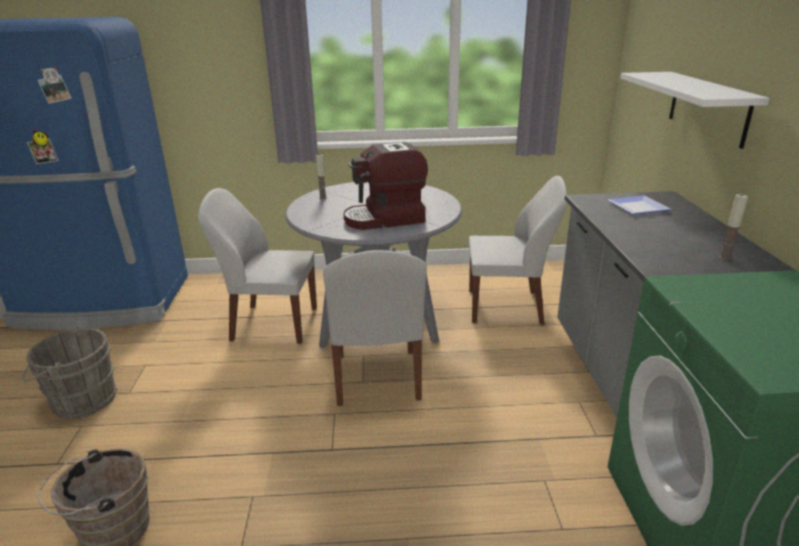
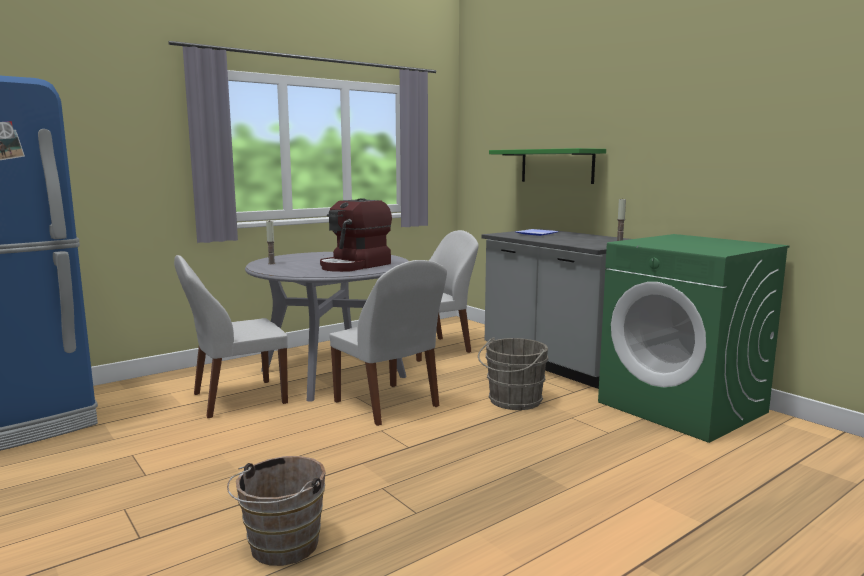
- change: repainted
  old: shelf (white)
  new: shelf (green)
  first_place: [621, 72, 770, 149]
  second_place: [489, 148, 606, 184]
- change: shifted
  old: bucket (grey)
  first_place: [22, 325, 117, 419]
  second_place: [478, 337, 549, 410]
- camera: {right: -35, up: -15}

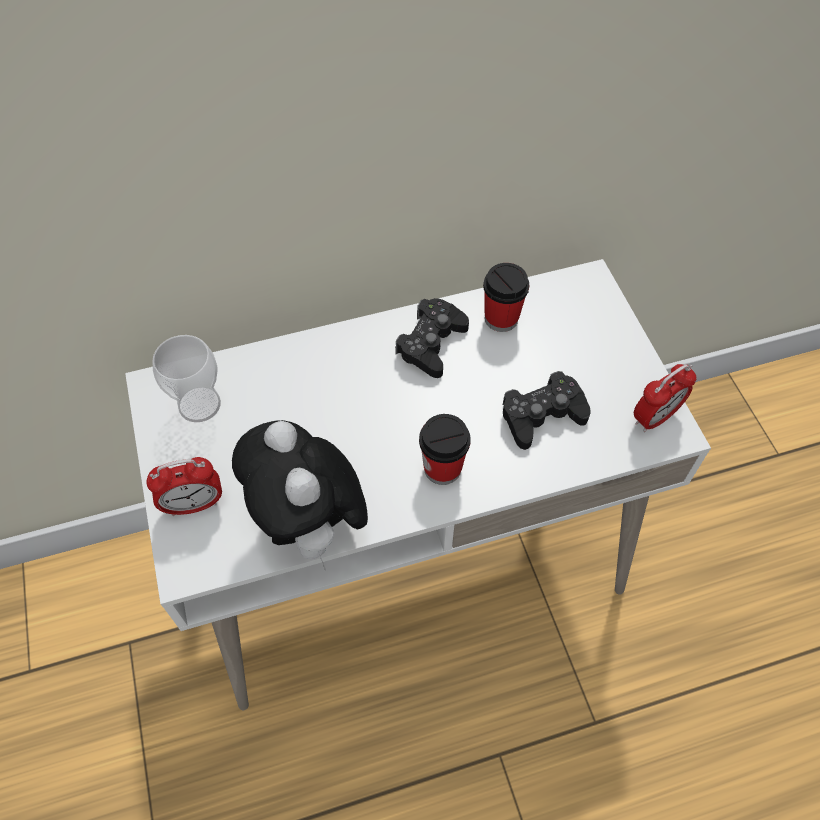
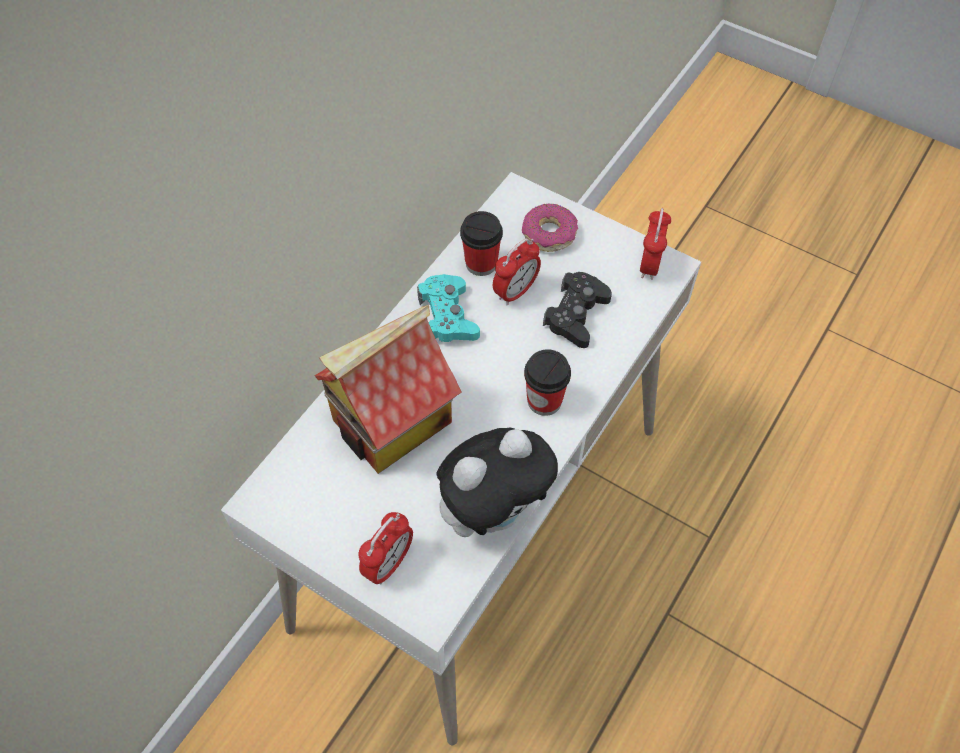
- change: repainted
  old: game controller (black)
  new: game controller (turquoise)
  first_place: [395, 298, 469, 378]
  second_place: [417, 274, 480, 342]
- change: gone
  old: cup
  first_place: [152, 335, 221, 422]
- change: rotated
  old: plush toy
  first_place: [232, 420, 368, 570]
  second_place: [436, 427, 558, 537]
  degrees: -60
- change: new
  new: donut
  second_place: [522, 203, 578, 252]
- change: new
  new: alarm clock
  second_place: [493, 238, 541, 306]
- change: new
  new: toy house
  second_place: [315, 305, 462, 474]
- camera: {right: -40, up: 0}

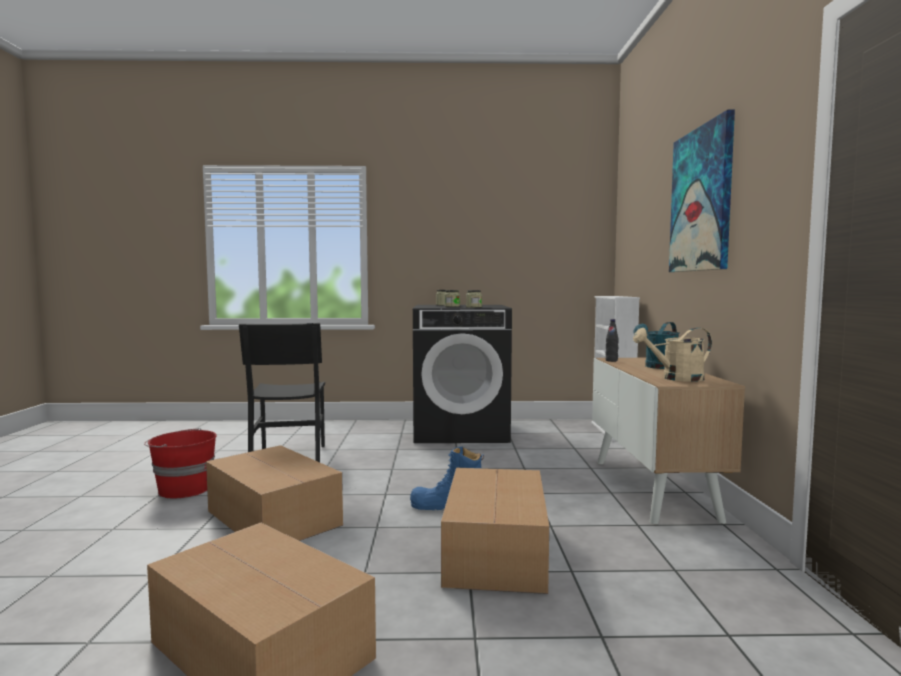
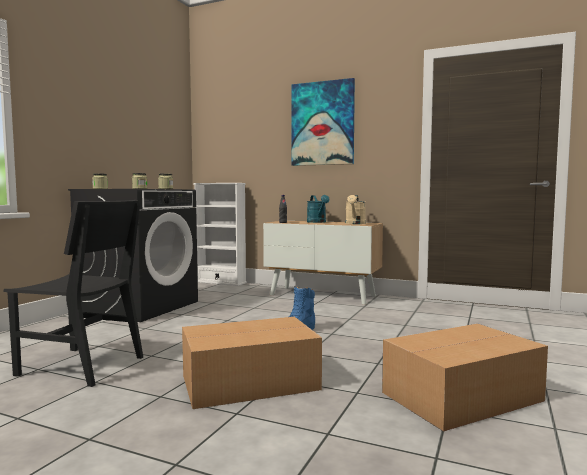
- change: gone
  old: bucket (red)
  first_place: [144, 428, 217, 498]
- change: gone
  old: cardboard box
  first_place: [441, 468, 549, 594]
- camera: {right: -65, up: 0}

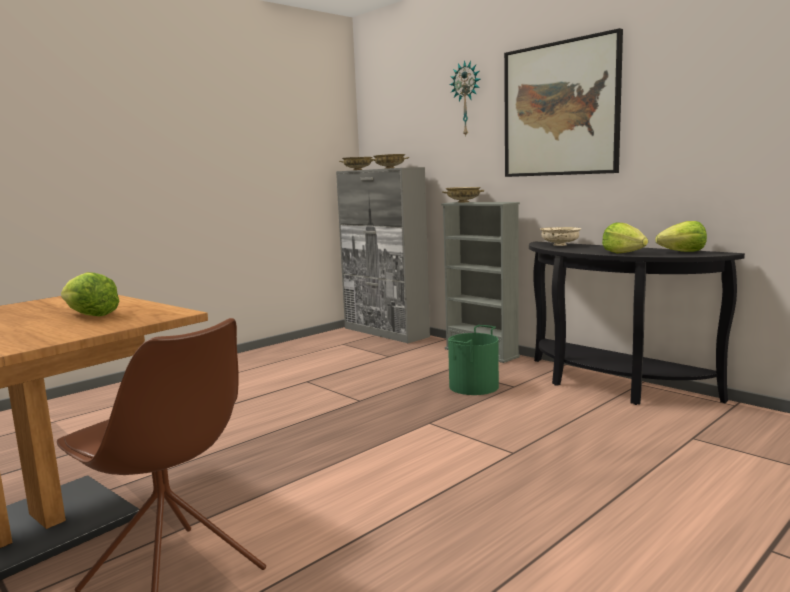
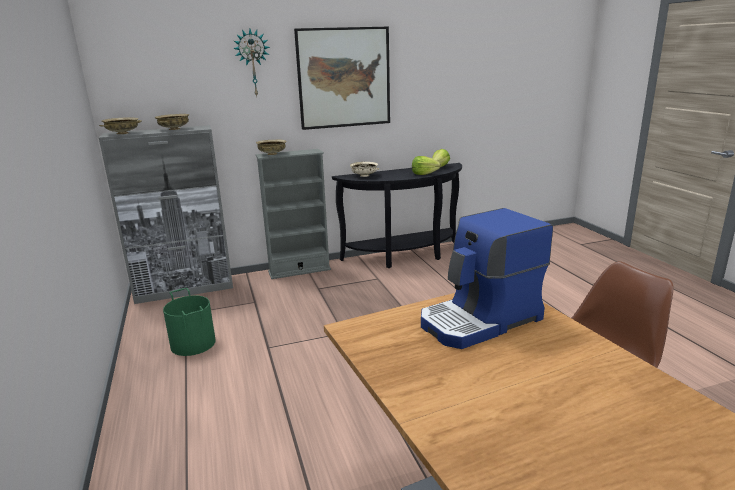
- change: swapped
  old: lettuce
  new: coffee machine
  first_place: [61, 272, 120, 316]
  second_place: [421, 208, 553, 349]
- change: shifted
  old: bucket (green)
  first_place: [448, 325, 499, 395]
  second_place: [163, 288, 216, 356]
- camera: {right: -65, up: 10}

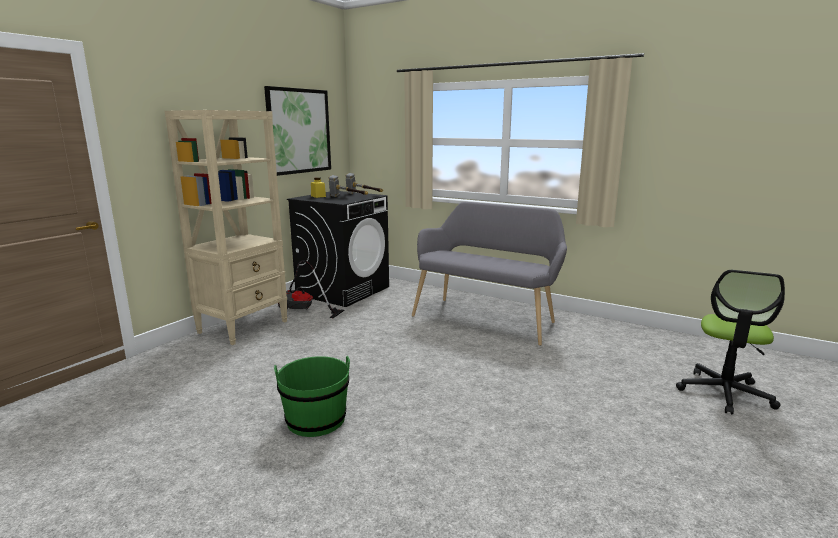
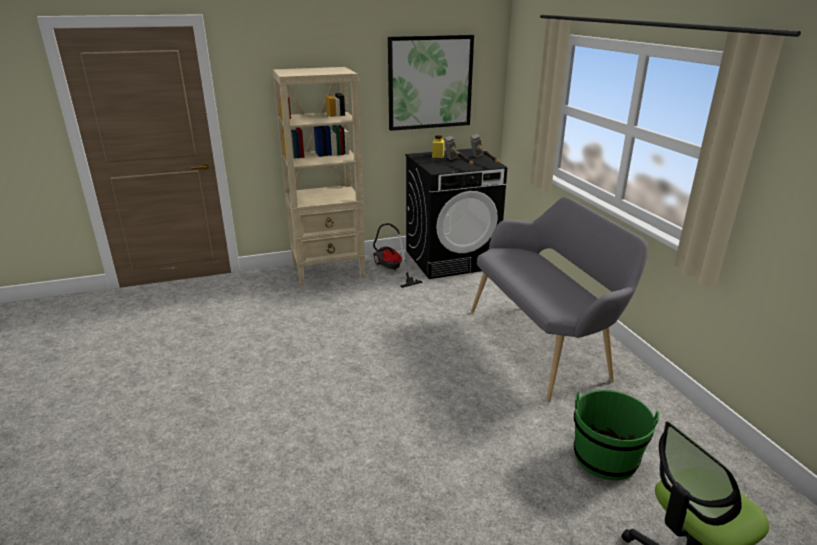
- change: shifted
  old: bucket (green)
  first_place: [274, 356, 350, 437]
  second_place: [574, 390, 659, 481]
- camera: {right: 40, up: 10}

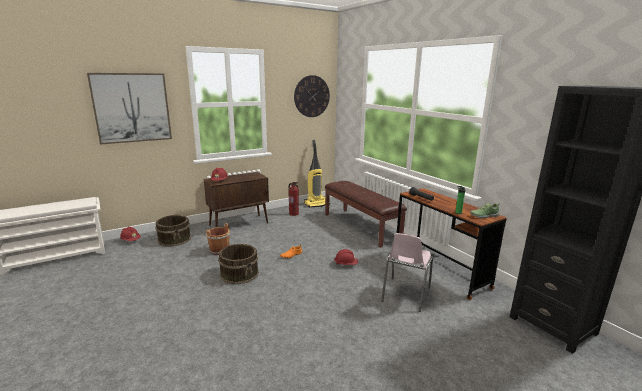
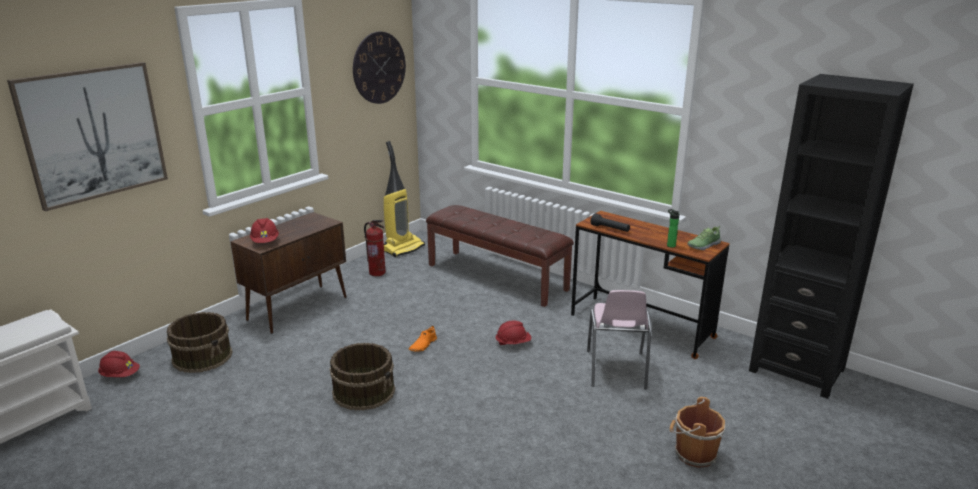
- change: shifted
  old: bucket (brown)
  first_place: [204, 223, 230, 255]
  second_place: [670, 397, 726, 468]
- camera: {right: -20, up: 5}

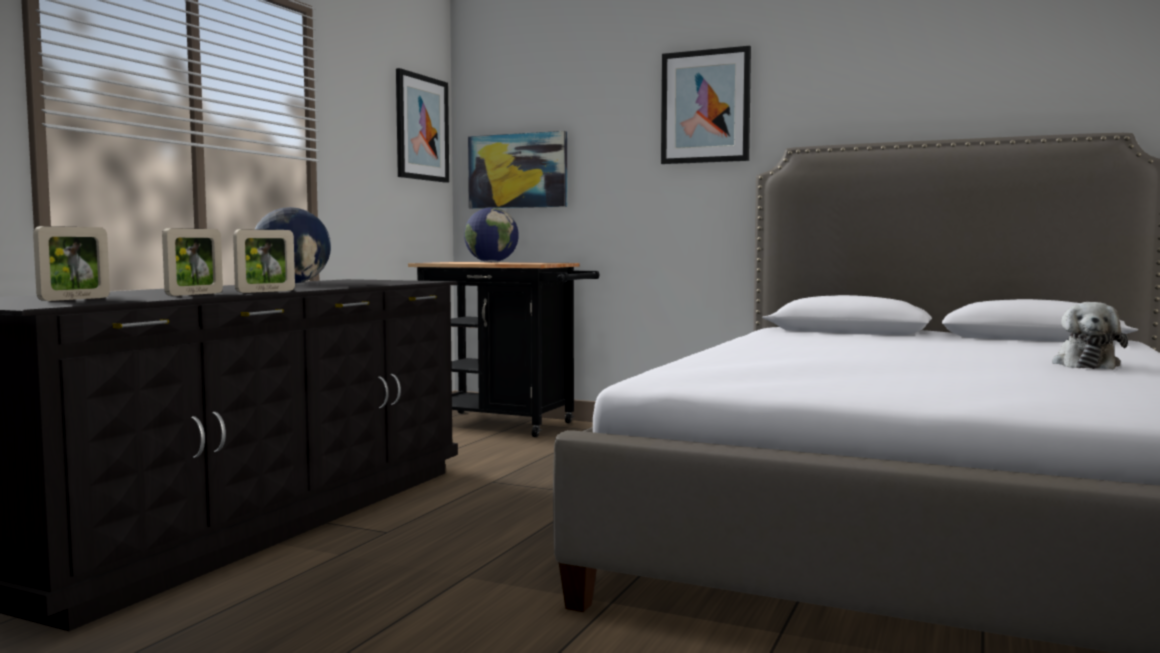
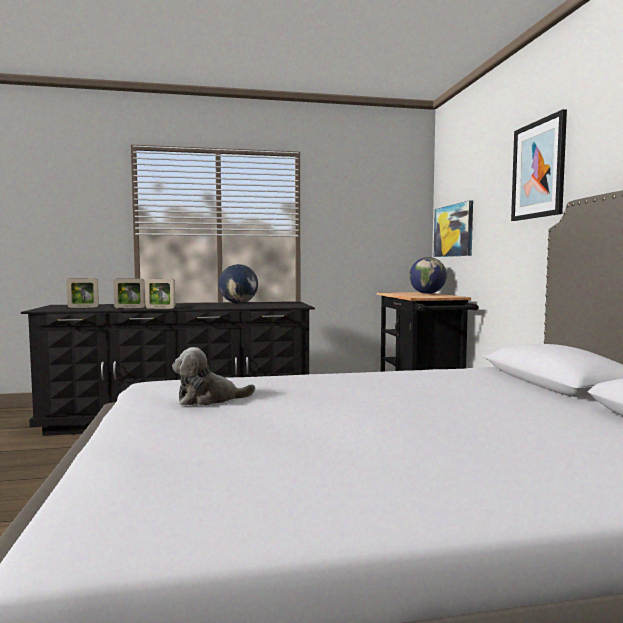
- change: gone
  old: picture
  first_place: [396, 68, 449, 183]
- change: shifted
  old: plush toy
  first_place: [1052, 302, 1128, 370]
  second_place: [172, 347, 255, 406]
- camera: {right: 55, up: 0}

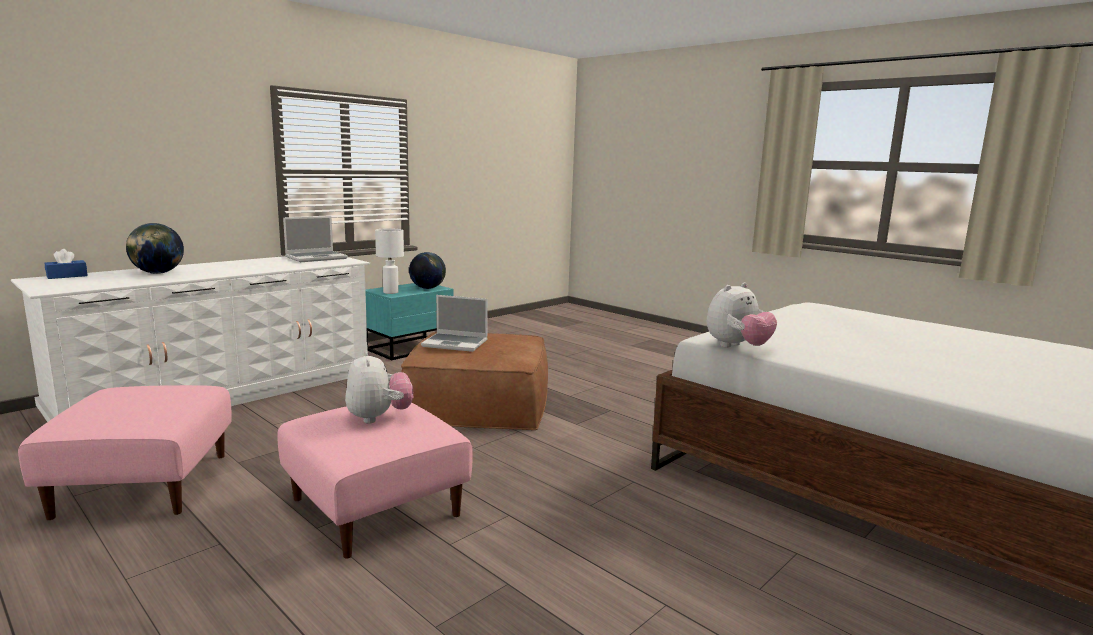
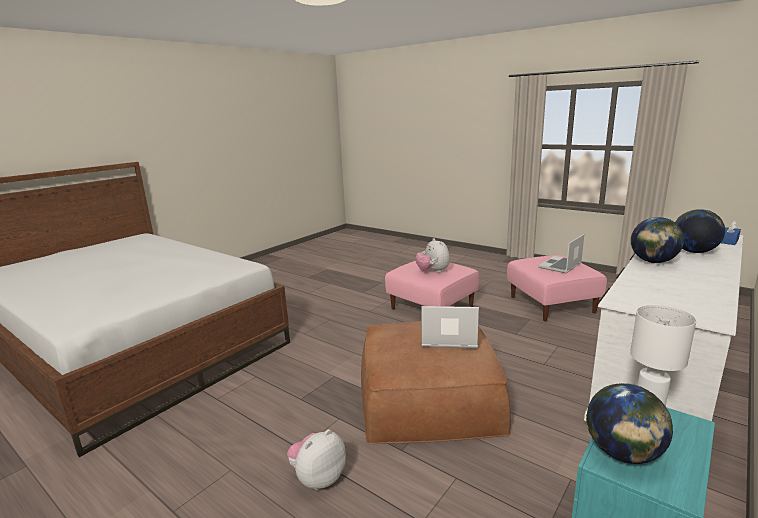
- change: shifted
  old: laptop
  first_place: [283, 216, 348, 262]
  second_place: [538, 234, 584, 273]
- change: shifted
  old: plush toy
  first_place: [707, 283, 777, 348]
  second_place: [287, 429, 346, 490]
- change: new
  new: globe
  second_place: [631, 217, 684, 263]
- camera: {right: 175, up: 5}

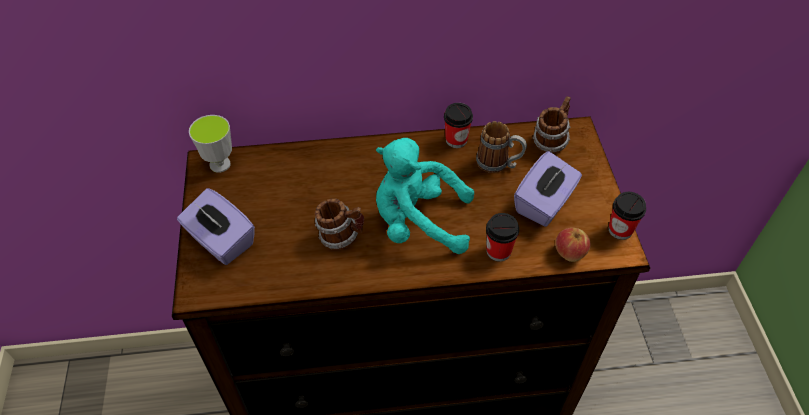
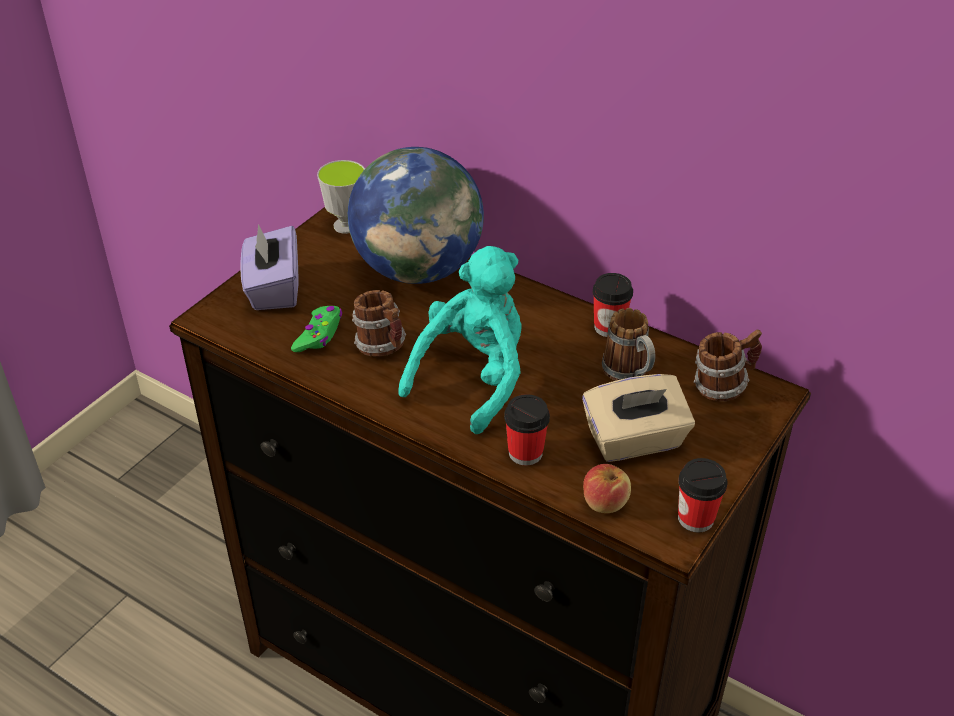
- change: rotated
  old: plush toy (turquoise)
  first_place: [376, 138, 474, 254]
  second_place: [398, 246, 521, 434]
  degrees: 75
- change: repainted
  old: tissue box (purple)
  new: tissue box (beige)
  first_place: [514, 151, 582, 227]
  second_place: [582, 374, 695, 462]
- change: new
  new: globe
  second_place: [347, 147, 484, 284]
- change: new
  new: game controller (green)
  second_place: [291, 306, 342, 352]
- camera: {right: 40, up: -10}

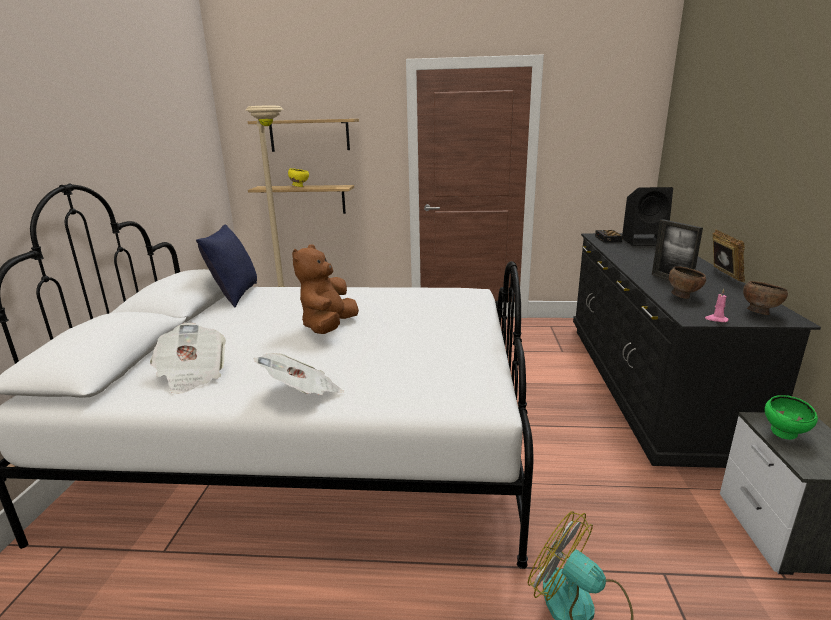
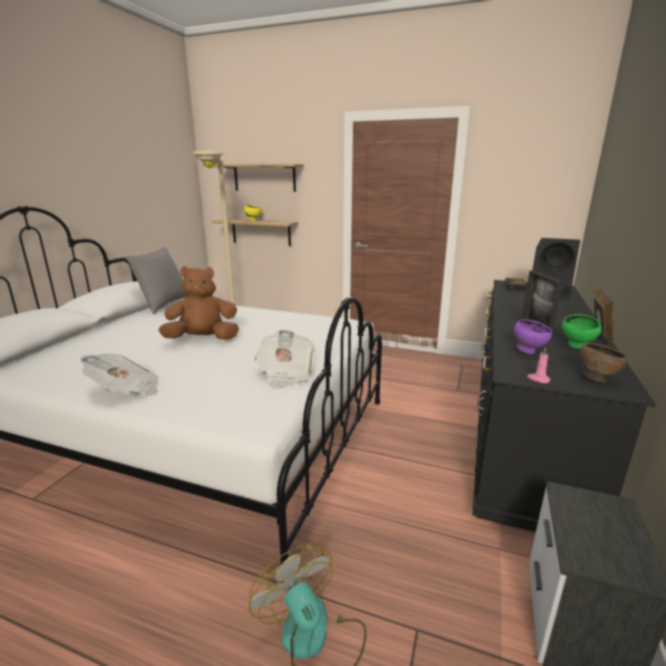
- change: repainted
  old: pillow (blue)
  new: pillow (grey)
  first_place: [196, 224, 257, 308]
  second_place: [125, 247, 188, 314]
- change: rotated
  old: plush toy (brown)
  first_place: [292, 244, 359, 334]
  second_place: [159, 266, 239, 340]
  degrees: 45
- change: repainted
  old: bowl (brown)
  new: bowl (purple)
  first_place: [669, 266, 706, 299]
  second_place: [514, 319, 552, 354]
- change: shifted
  old: newspaper
  first_place: [150, 323, 226, 394]
  second_place: [255, 330, 315, 389]
- change: shifted
  old: bowl (green)
  first_place: [764, 395, 818, 440]
  second_place: [562, 314, 602, 349]
- camera: {right: 15, up: 0}

